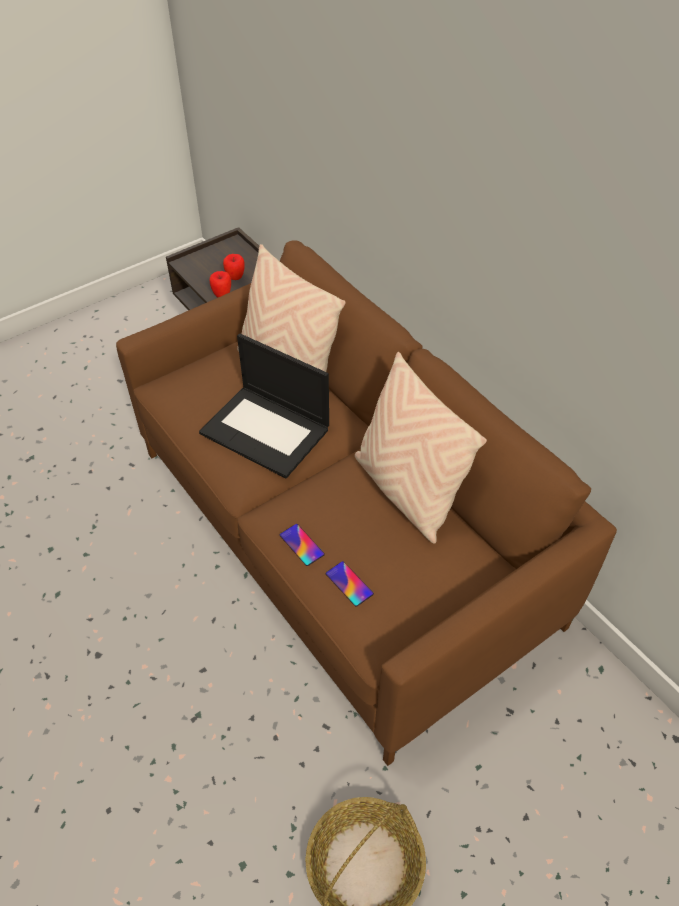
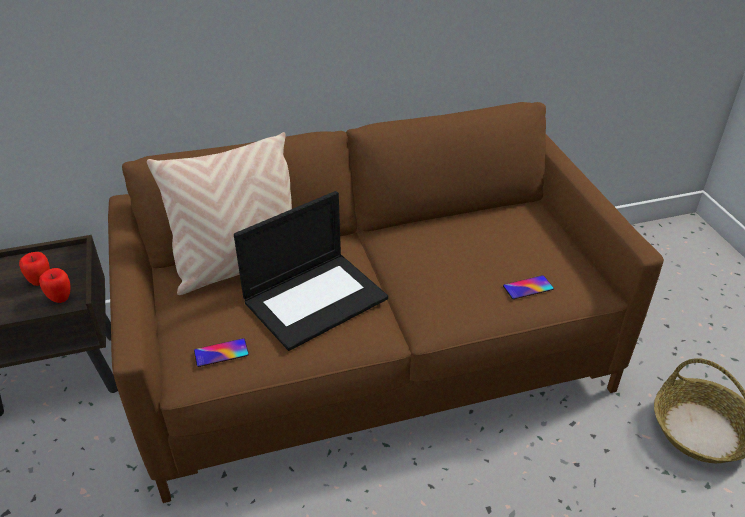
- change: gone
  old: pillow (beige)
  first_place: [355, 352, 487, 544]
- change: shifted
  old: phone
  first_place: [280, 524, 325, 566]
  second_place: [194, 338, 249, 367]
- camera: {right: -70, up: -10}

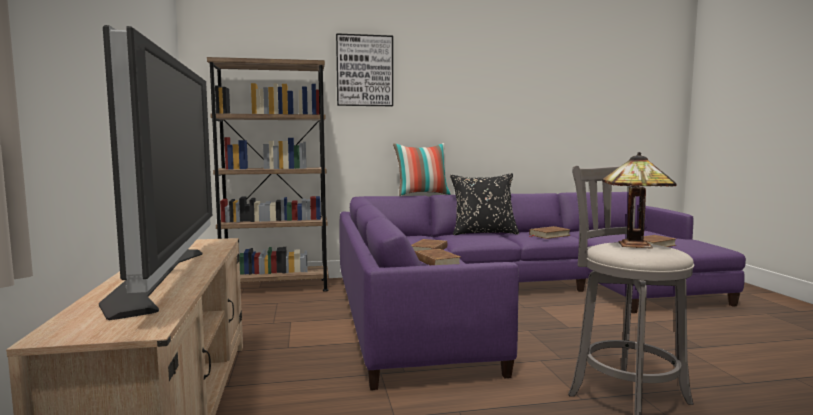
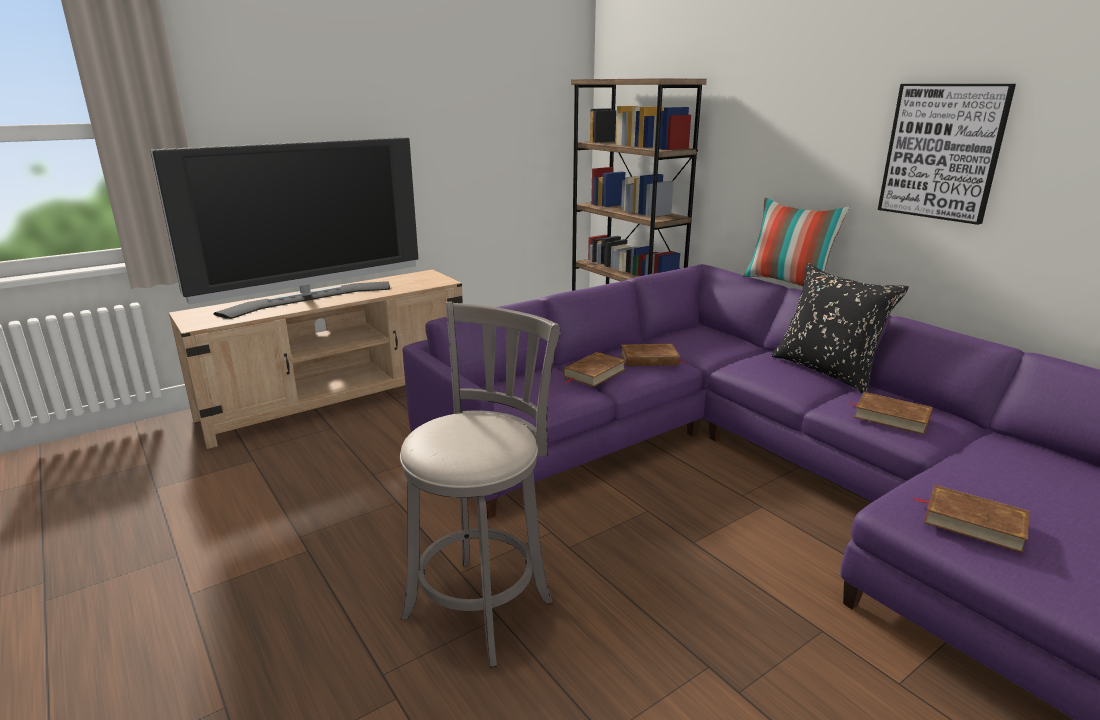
- change: shifted
  old: picture
  first_place: [336, 33, 393, 106]
  second_place: [878, 84, 1016, 225]
- change: gone
  old: table lamp
  first_place: [602, 152, 677, 249]
- camera: {right: 65, up: 15}

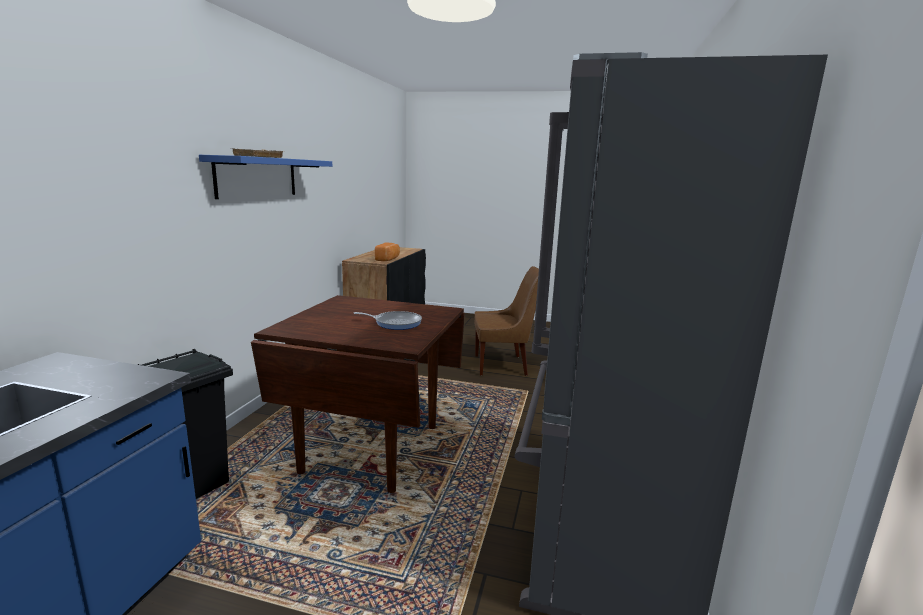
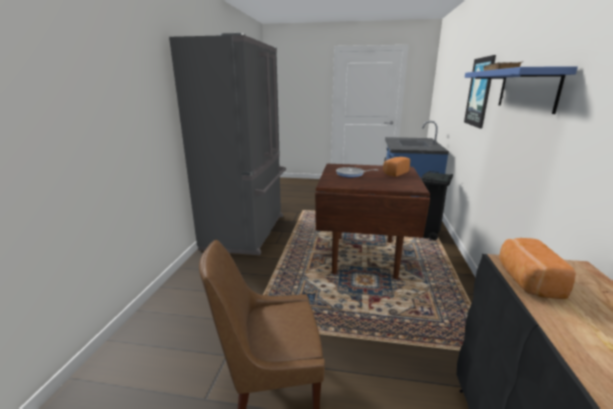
- change: new
  new: picture
  second_place: [464, 55, 496, 129]
- change: new
  new: bread
  second_place: [383, 157, 410, 177]
- camera: {right: 175, up: 5}

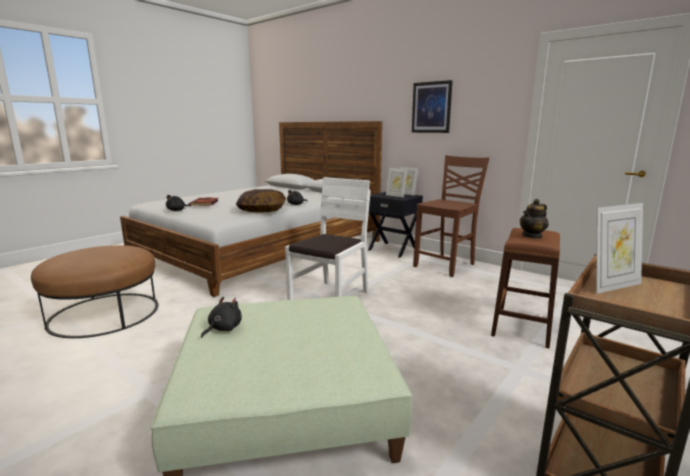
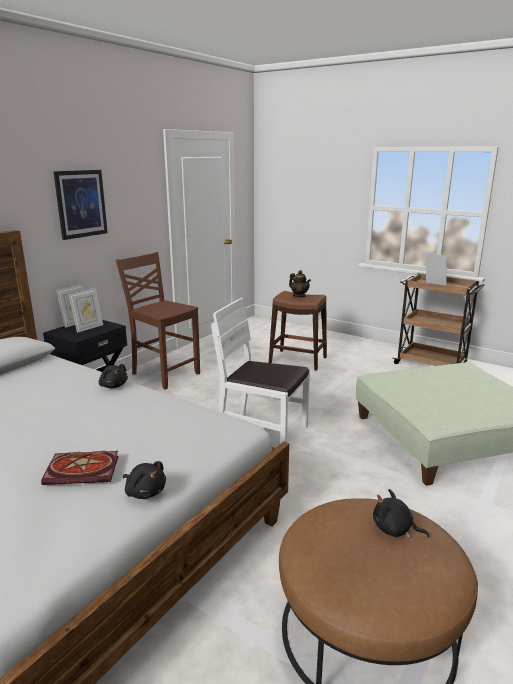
- change: gone
  old: pillow
  first_place: [236, 189, 286, 213]
- change: shifted
  old: plush toy (black)
  first_place: [201, 296, 242, 338]
  second_place: [373, 489, 429, 538]
- camera: {right: -95, up: 5}

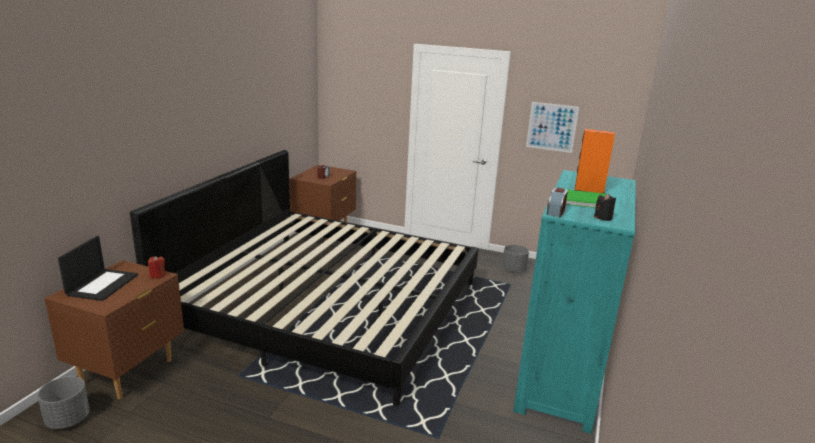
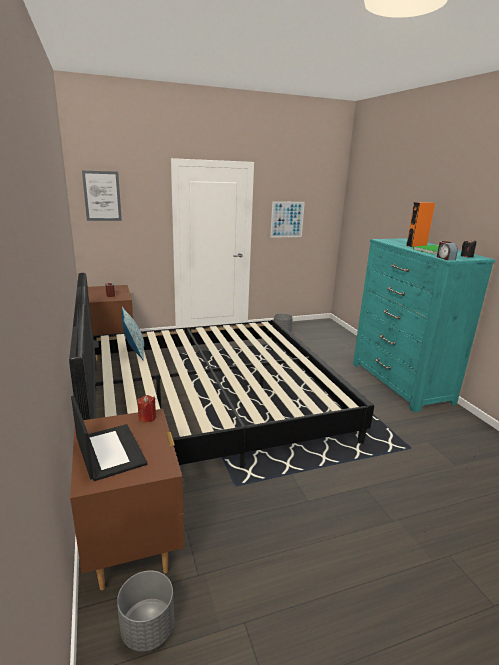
- change: new
  new: picture
  second_place: [82, 170, 122, 221]
- change: new
  new: pillow
  second_place: [122, 307, 144, 360]
- camera: {right: -40, up: 0}

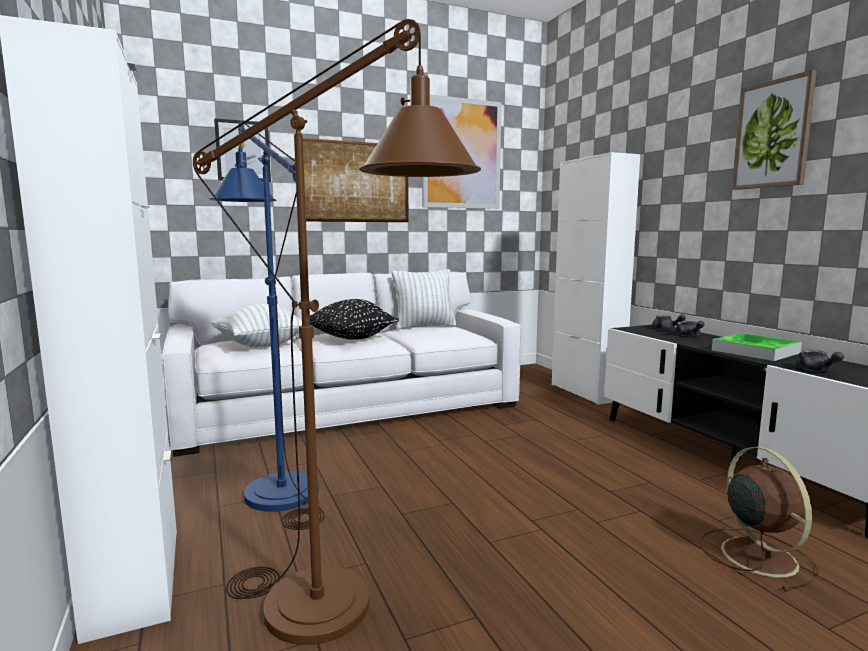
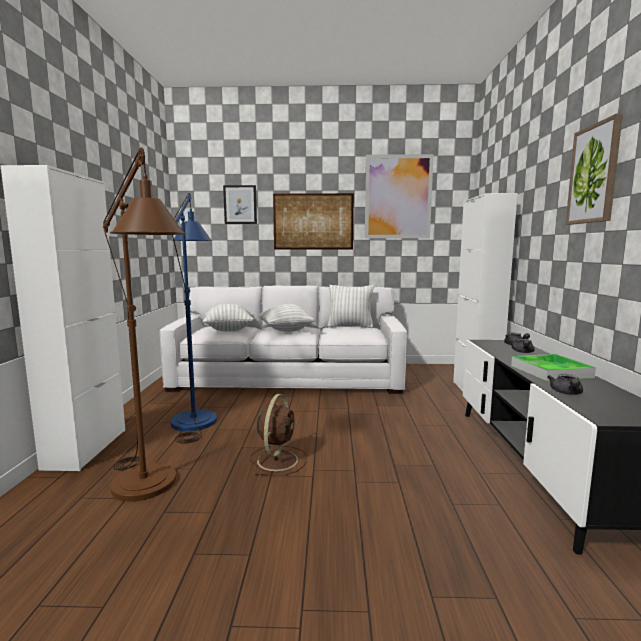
- change: repainted
  old: pillow (black)
  new: pillow (white)
  first_place: [310, 299, 399, 340]
  second_place: [258, 304, 316, 332]
- change: shifted
  old: fan (brown)
  first_place: [700, 447, 819, 592]
  second_place: [250, 394, 307, 476]
- camera: {right: 25, up: 0}

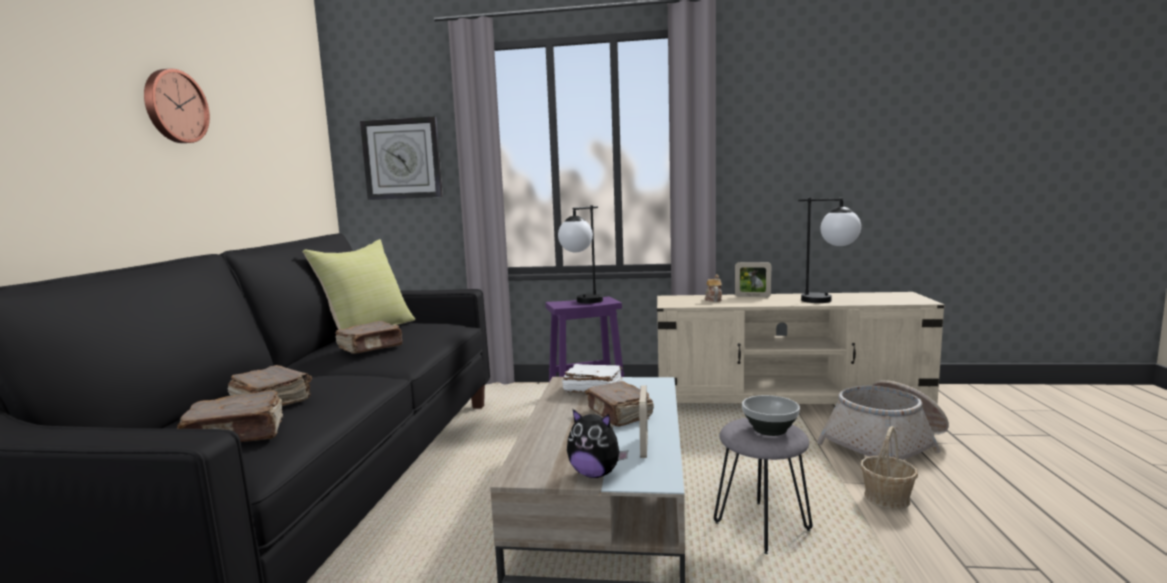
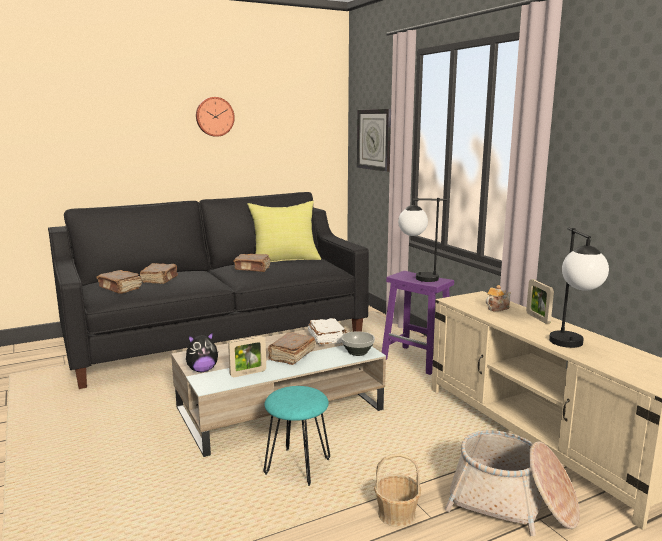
- change: shifted
  old: bowl
  first_place: [742, 395, 800, 436]
  second_place: [341, 331, 375, 356]
- change: rotated
  old: plush toy
  first_place: [567, 408, 628, 478]
  second_place: [186, 332, 218, 372]
  degrees: -105
- change: repainted
  old: stool (grey)
  new: stool (turquoise)
  first_place: [714, 418, 812, 554]
  second_place: [263, 386, 330, 486]
- camera: {right: 55, up: 5}

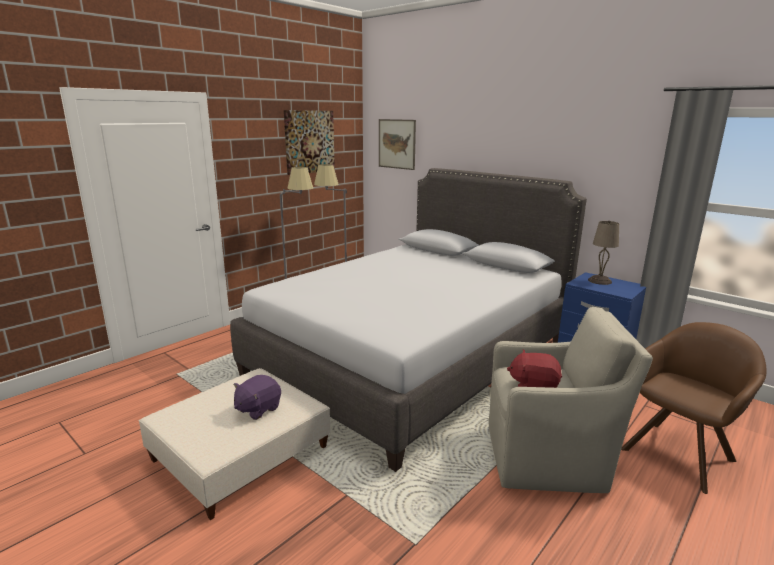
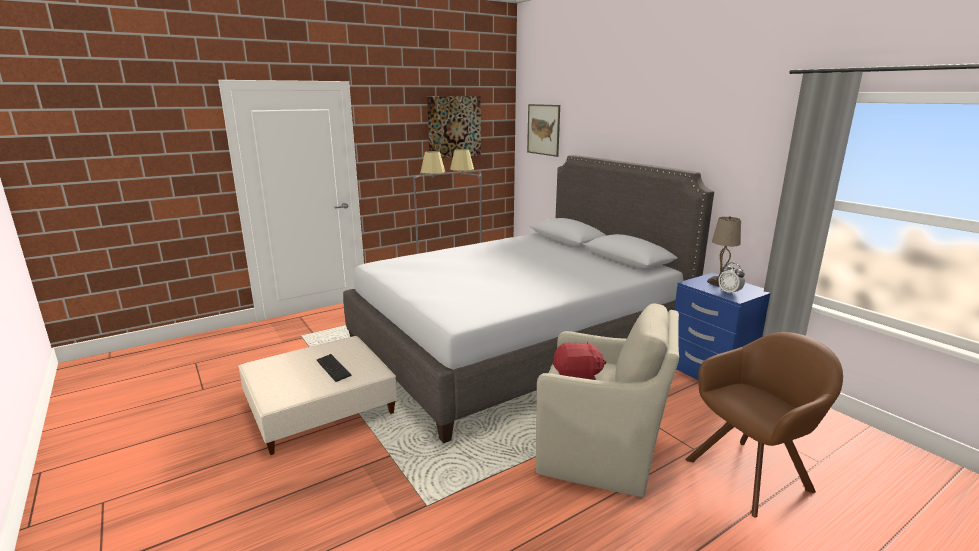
- change: rotated
  old: plush toy (red)
  first_place: [507, 350, 562, 388]
  second_place: [553, 341, 606, 380]
  degrees: 150
- change: swapped
  old: plush toy (purple)
  new: keyboard
  first_place: [234, 375, 281, 420]
  second_place: [317, 354, 351, 382]
- change: new
  new: alarm clock
  second_place: [718, 263, 745, 295]
- camera: {right: 15, up: 0}

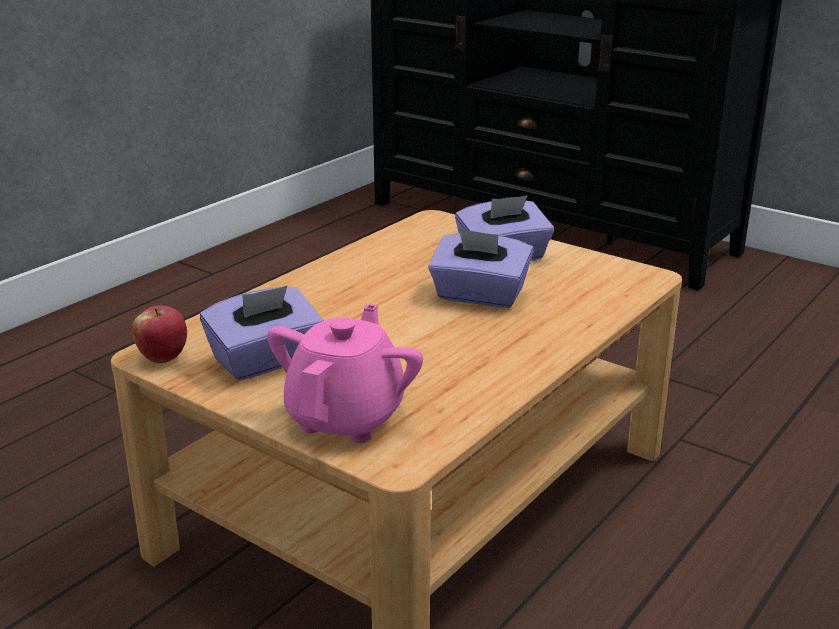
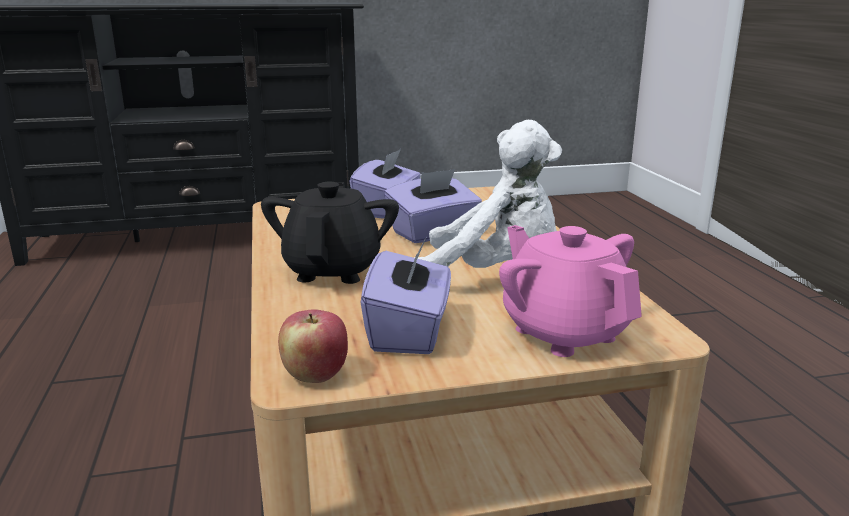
- change: new
  new: plush toy (white)
  second_place: [414, 120, 562, 268]
- change: new
  new: teapot (black)
  second_place: [261, 182, 399, 284]
- camera: {right: -50, up: -5}

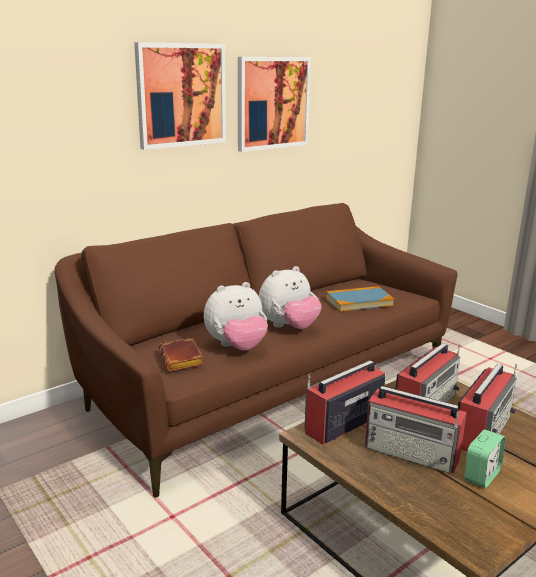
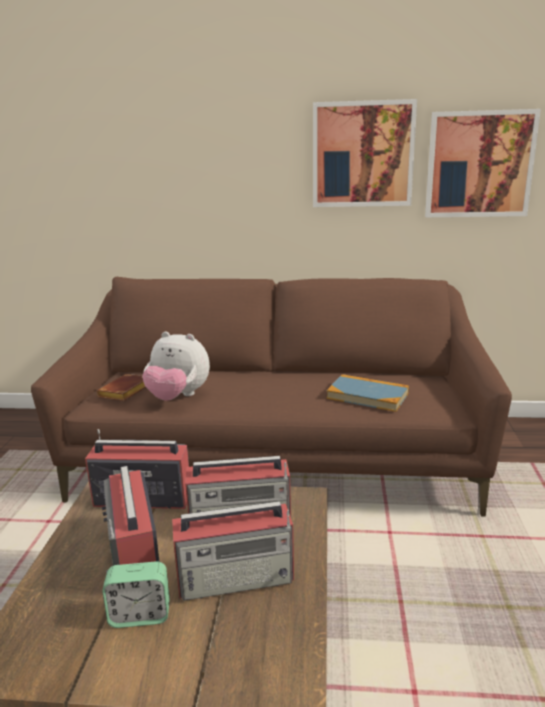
- change: shifted
  old: picture
  first_place: [134, 42, 226, 150]
  second_place: [425, 109, 541, 217]
- change: gone
  old: plush toy
  first_place: [259, 266, 322, 329]
- camera: {right: 45, up: 0}

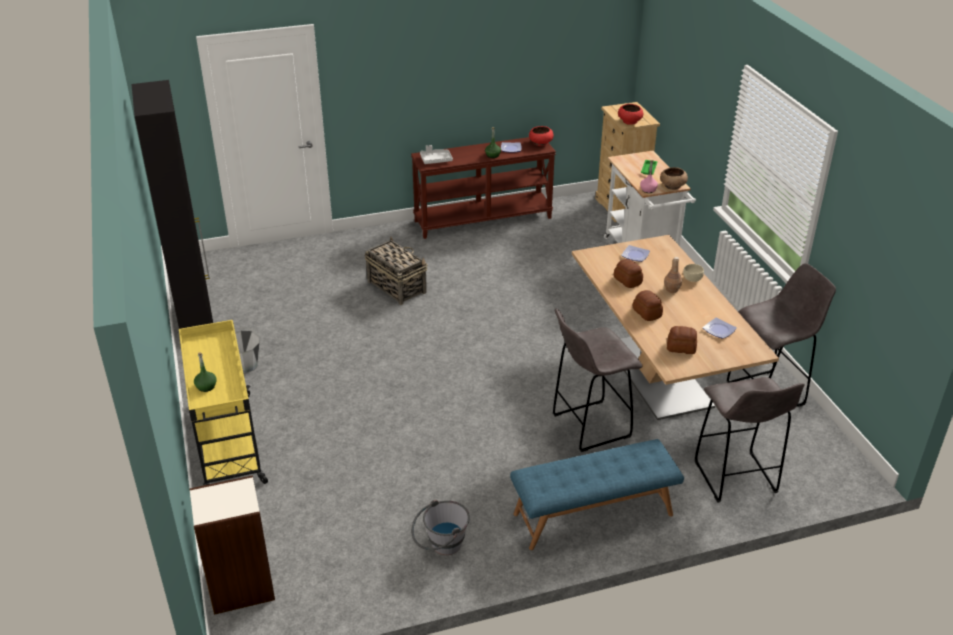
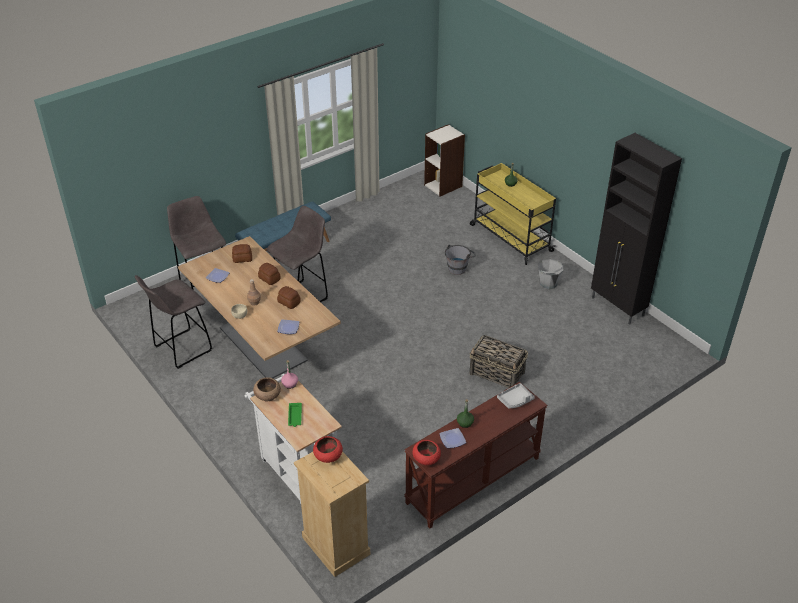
- change: shifted
  old: bucket (grey)
  first_place: [411, 499, 470, 555]
  second_place: [445, 245, 476, 275]
- camera: {right: 160, up: 5}

